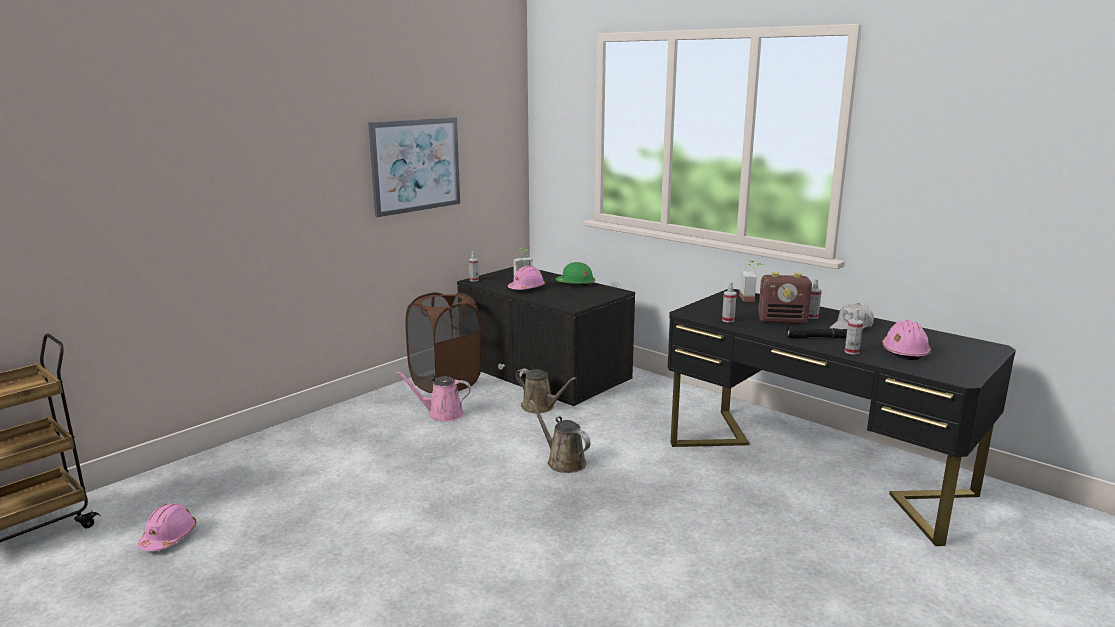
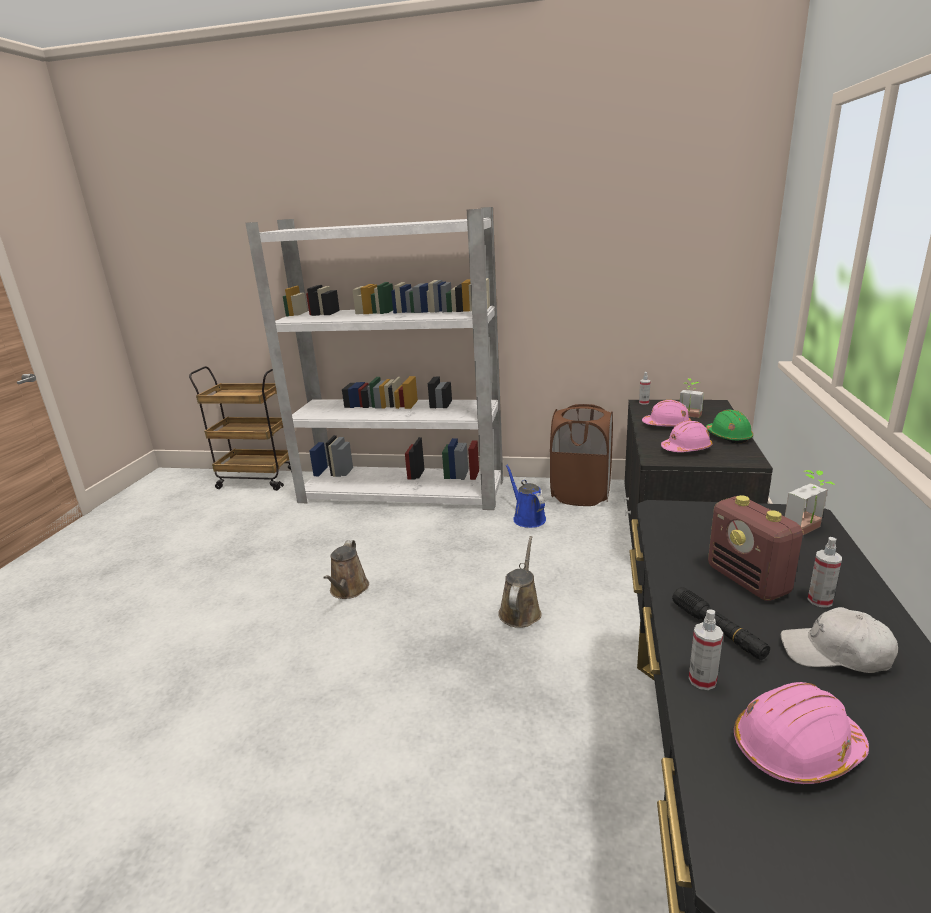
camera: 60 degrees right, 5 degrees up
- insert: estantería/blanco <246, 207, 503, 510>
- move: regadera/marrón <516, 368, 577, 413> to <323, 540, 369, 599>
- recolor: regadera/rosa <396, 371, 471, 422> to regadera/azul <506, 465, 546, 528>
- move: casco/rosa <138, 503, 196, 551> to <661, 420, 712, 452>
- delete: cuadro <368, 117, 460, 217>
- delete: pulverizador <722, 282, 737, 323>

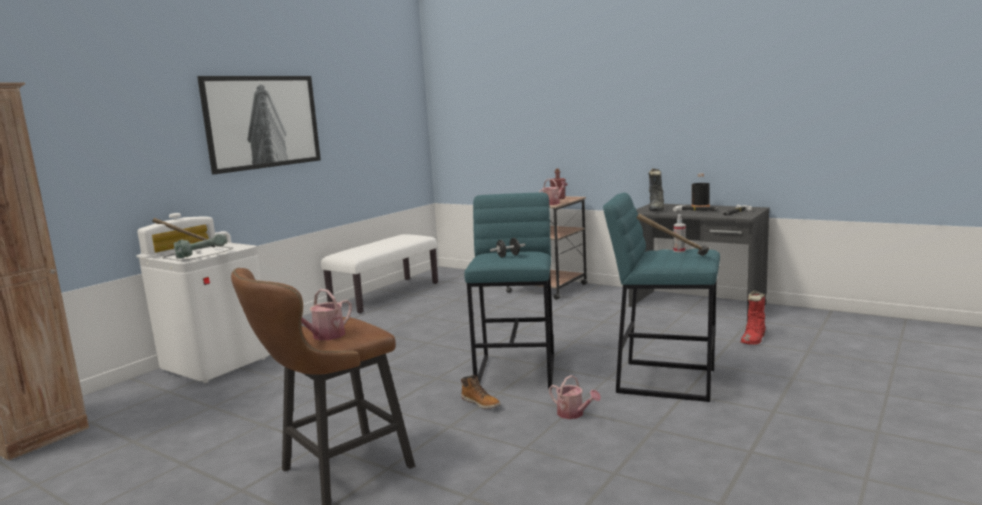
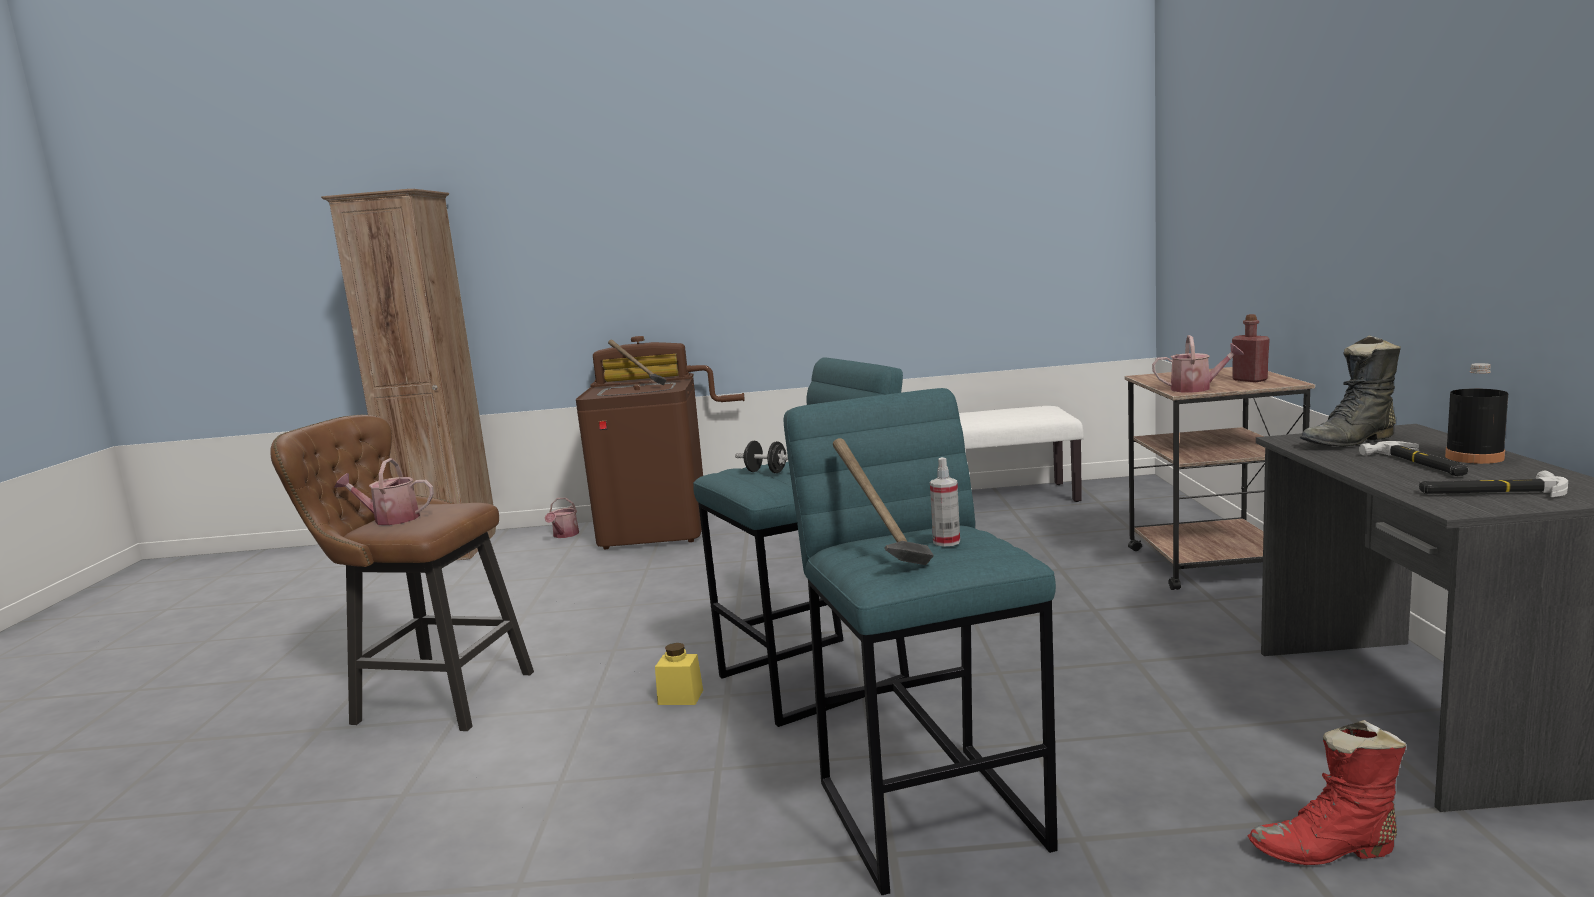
camera: 55 degrees right, 0 degrees up
- move: regadera <549, 375, 601, 419> to <544, 498, 579, 538>
- recolor: lavadora/blanco <136, 213, 270, 383> to lavadora/marrón <576, 336, 745, 549>
- replace: bota <461, 375, 501, 409> to tarro/amarillo <655, 643, 703, 705>
- delete: taladro <174, 234, 228, 259>
- delete: cuadro <197, 76, 321, 174>

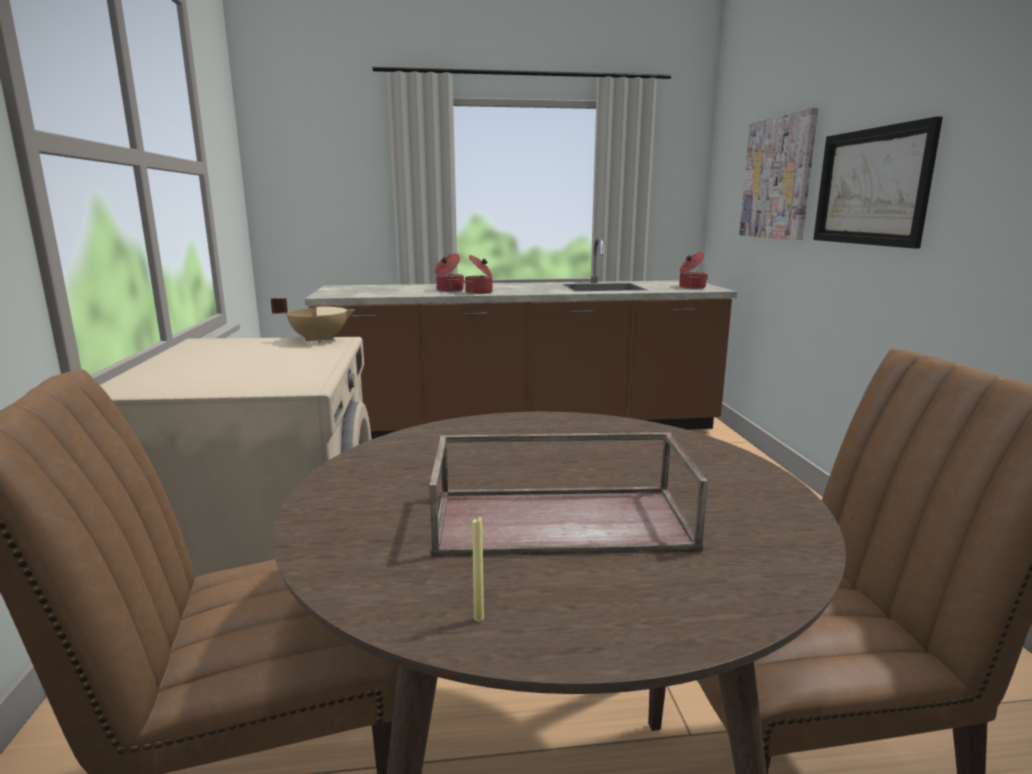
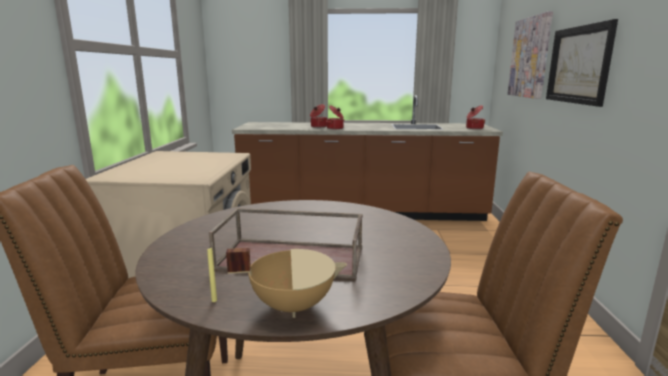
camera: 10 degrees right, 0 degrees up
- move: olla/beis <271, 298, 355, 343> to <226, 248, 347, 318>

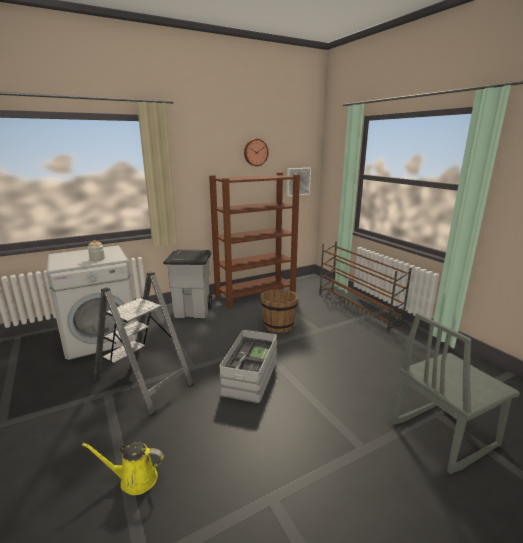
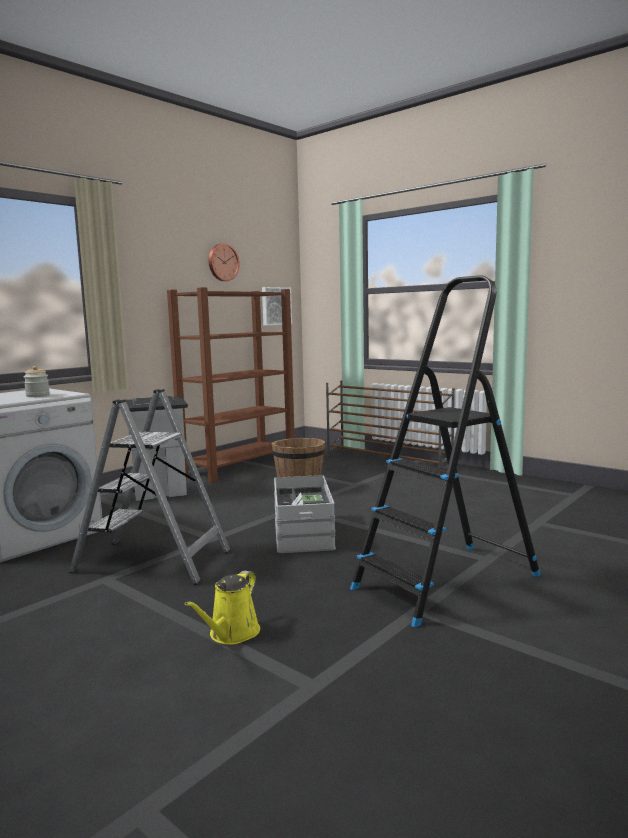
camera: 20 degrees left, 10 degrees down
- rotate: regadera/amarillo <82, 442, 164, 495> = <185, 571, 260, 645> 45 degrees counterclockwise
- insert: escalera de tijera/negro <350, 275, 541, 627>
- delete: silla/gris <391, 313, 520, 474>

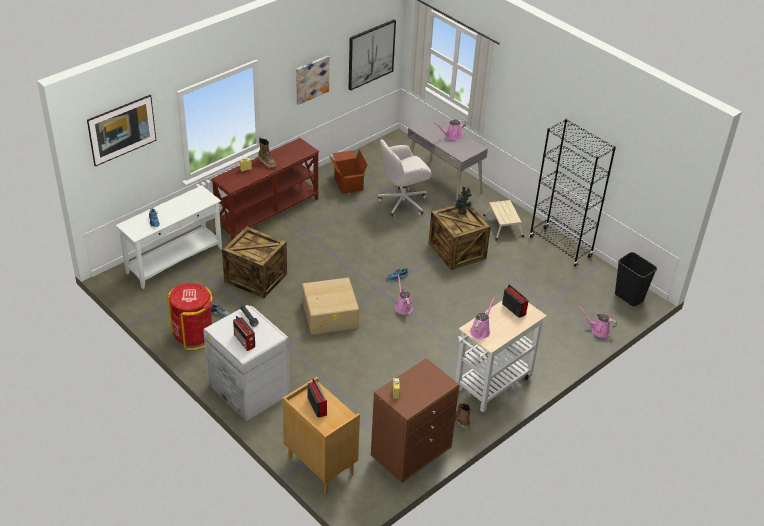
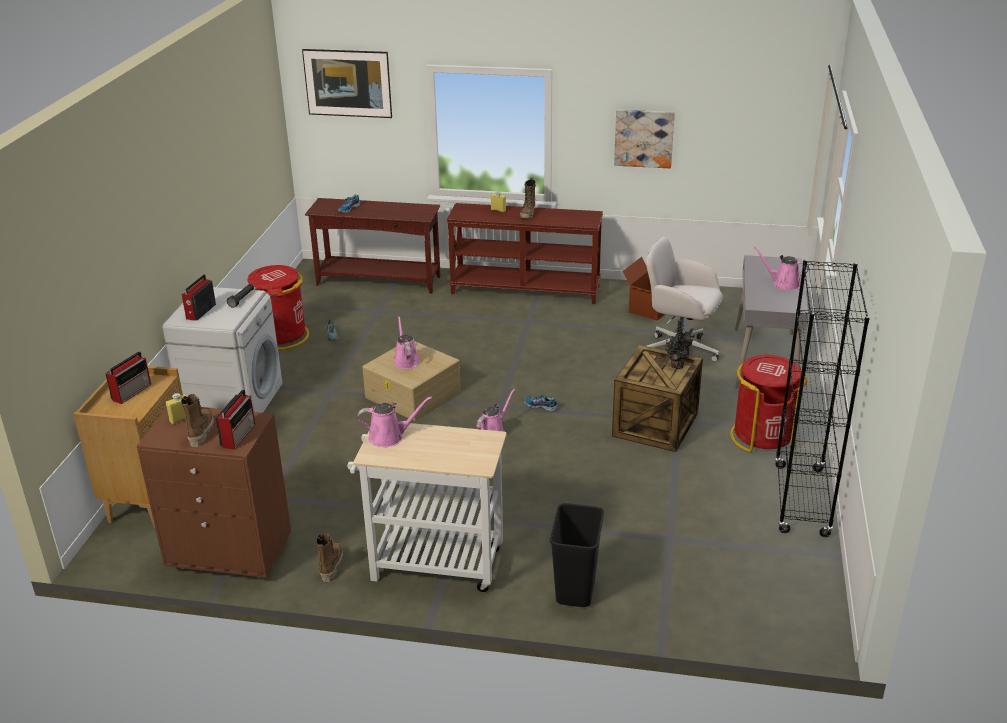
camera: 55 degrees right, 10 degrees down
- insert: bota <181, 394, 214, 447>
- move: radio <502, 284, 529, 318> to <215, 389, 255, 450>
- recolor: mesa consola/blanco <116, 185, 222, 289> to mesa consola/marrón <305, 198, 441, 294>
- move: regadera/rosa <579, 307, 617, 338> to <394, 316, 420, 369>
- move: papelera/negro <615, 252, 657, 306> to <550, 503, 604, 607>
- replace: escalera de tijera/beis <483, 200, 524, 241> to papelera/rojo <730, 355, 807, 453>
- delete: caja de embalaje <222, 226, 287, 298>
- delete: cuadro <349, 19, 396, 91>

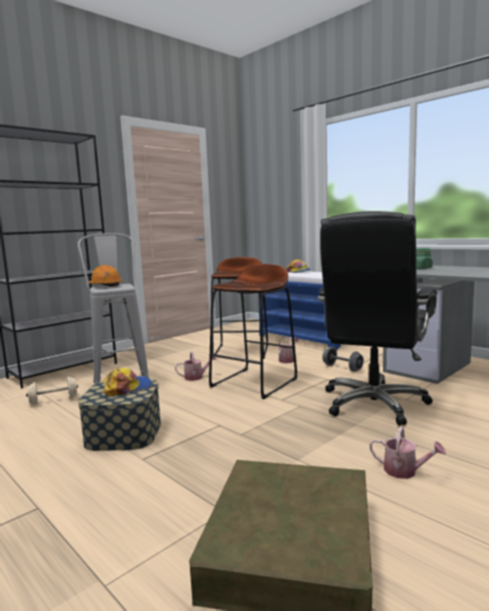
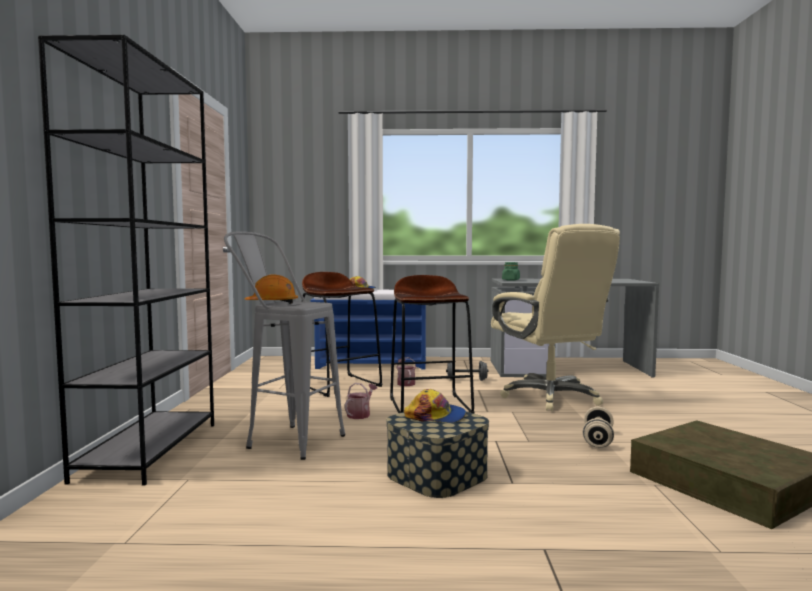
camera: 45 degrees left, 5 degrees down
- rotate: gorra <103, 368, 152, 396> = <404, 389, 466, 423> 90 degrees clockwise
- recolor: silla de oficina/negro <318, 211, 437, 426> to silla de oficina/beis <491, 224, 620, 411>
- move: mancuerna/beis <26, 377, 78, 405> to <583, 407, 614, 448>
- delete: regadera <370, 426, 446, 479>

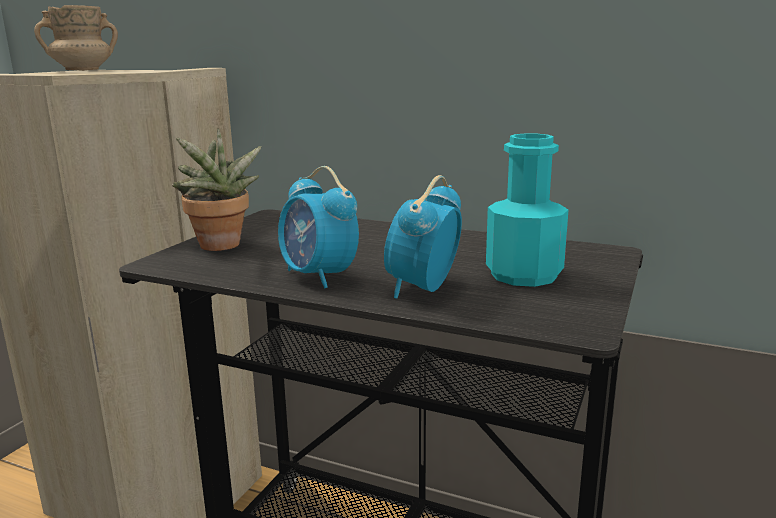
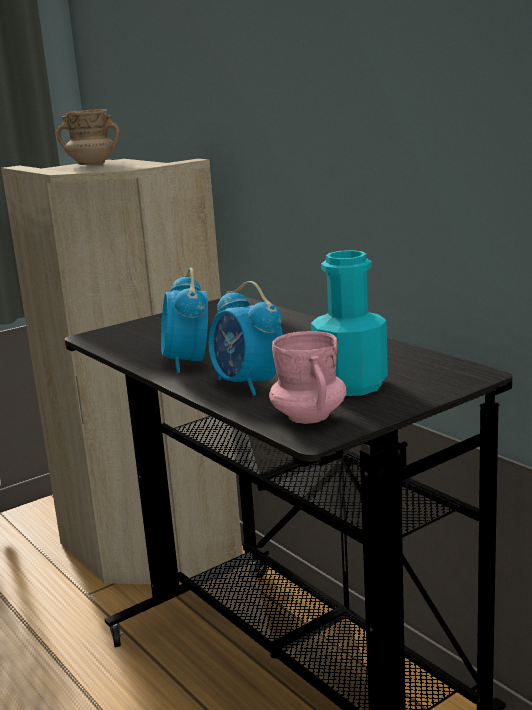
camera: 30 degrees right, 0 degrees up
- rotate: despertador <384, 175, 462, 298> = <208, 281, 283, 396> 90 degrees counterclockwise
- insert: taza grande/rosa <269, 331, 346, 424>
- delete: planta en maceta <172, 128, 262, 251>

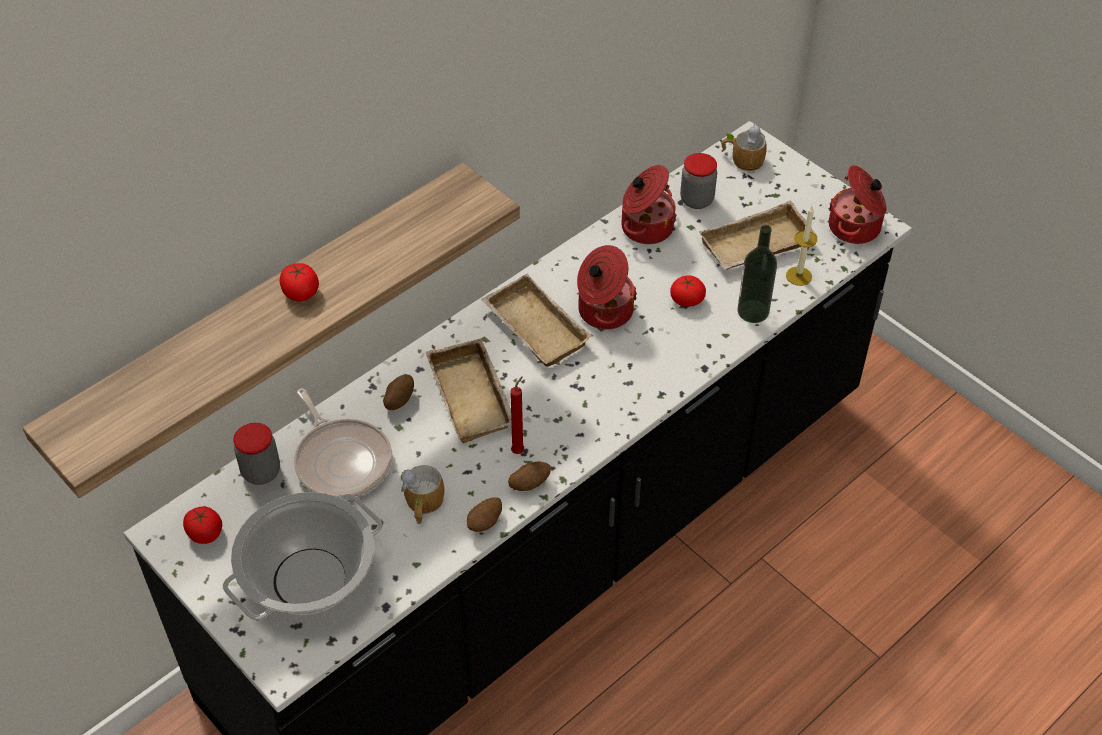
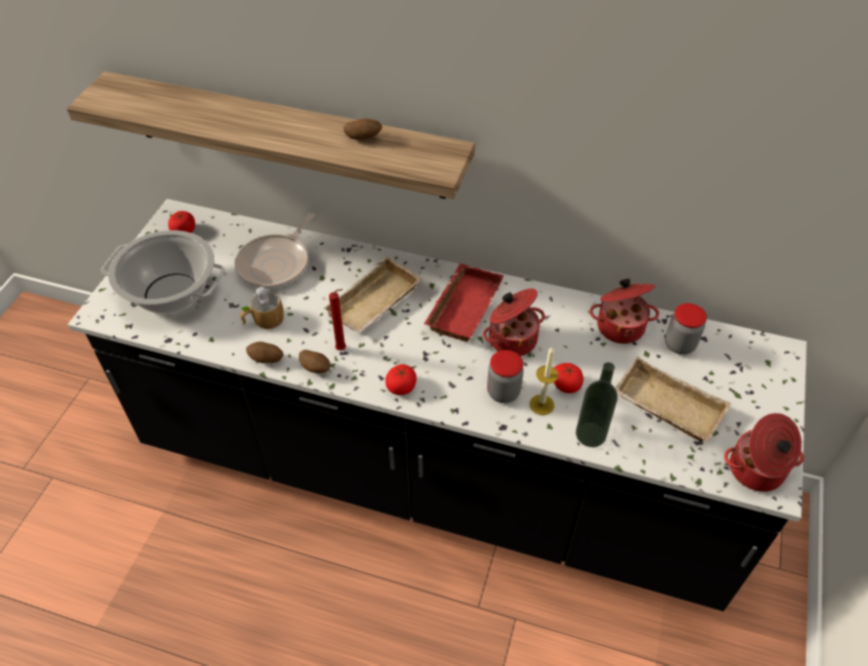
camera: 60 degrees right, 0 degrees up
- move: patata <383, 375, 414, 410> to <343, 119, 382, 140>
- move: tomate <280, 263, 319, 301> to <385, 364, 417, 395>
- recolor: bandeja/beis <481, 274, 592, 367> to bandeja/rojo <424, 263, 504, 342>
- move: tarro <233, 423, 280, 485> to <487, 350, 524, 403>
- move: vela <786, 206, 817, 286> to <530, 347, 558, 415>
- delete: taza grande <721, 124, 767, 171>

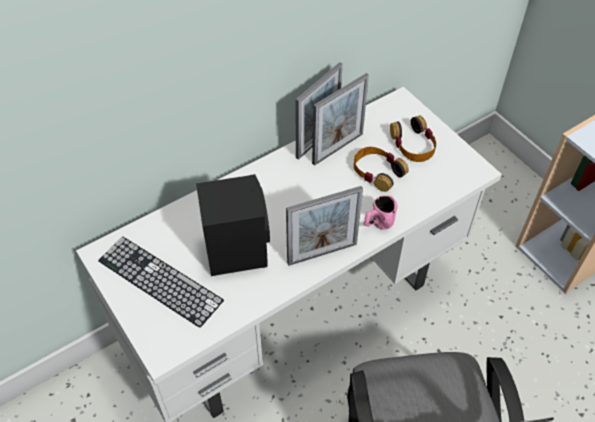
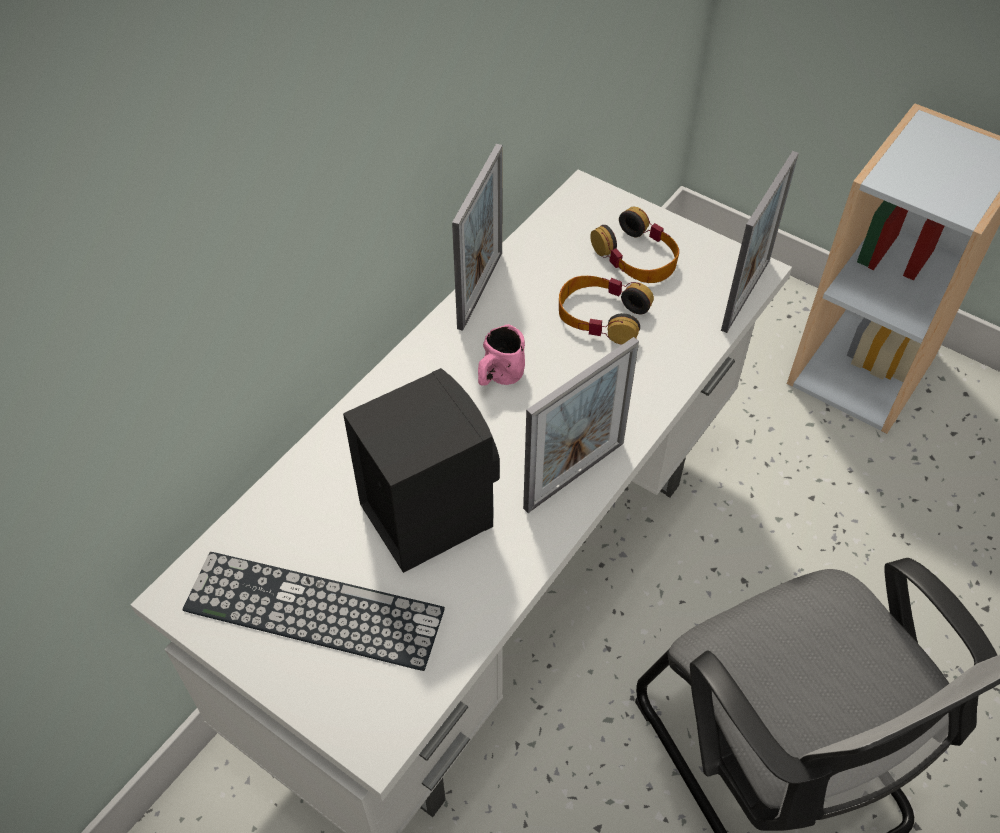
camera: 20 degrees left, 0 degrees up
- move: taza grande/rosa <364, 195, 397, 230> to <478, 324, 525, 386>
- move: portarretratos <312, 73, 369, 166> to <721, 151, 799, 333>

